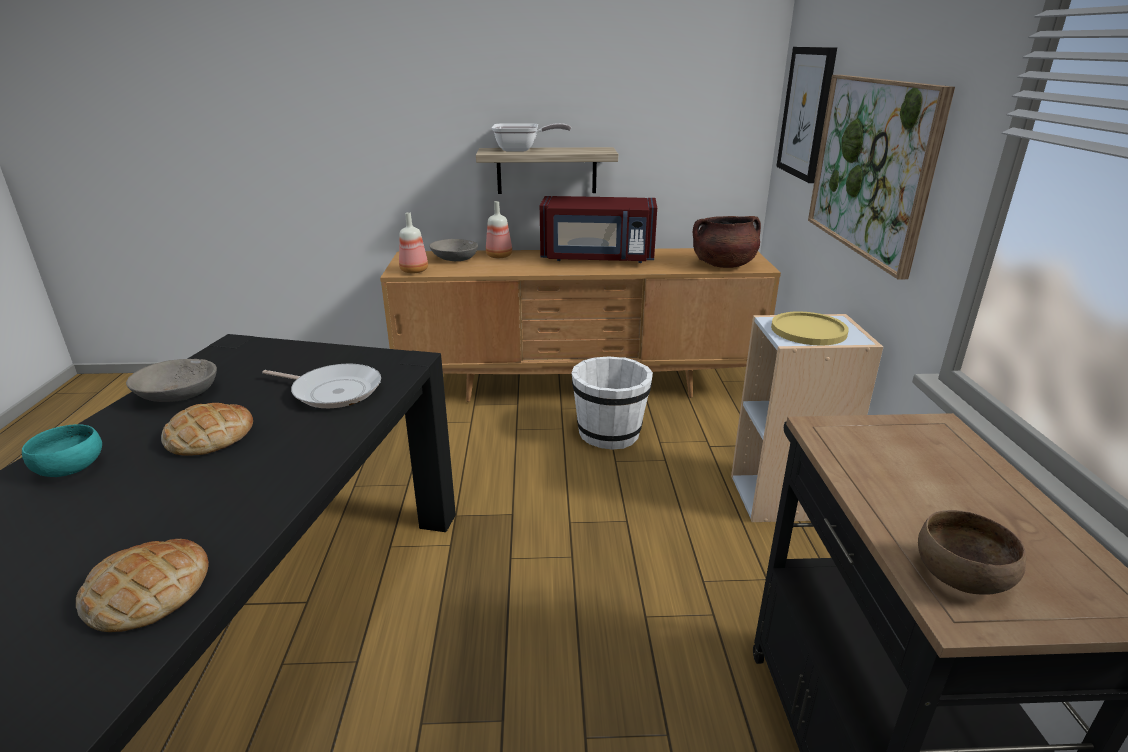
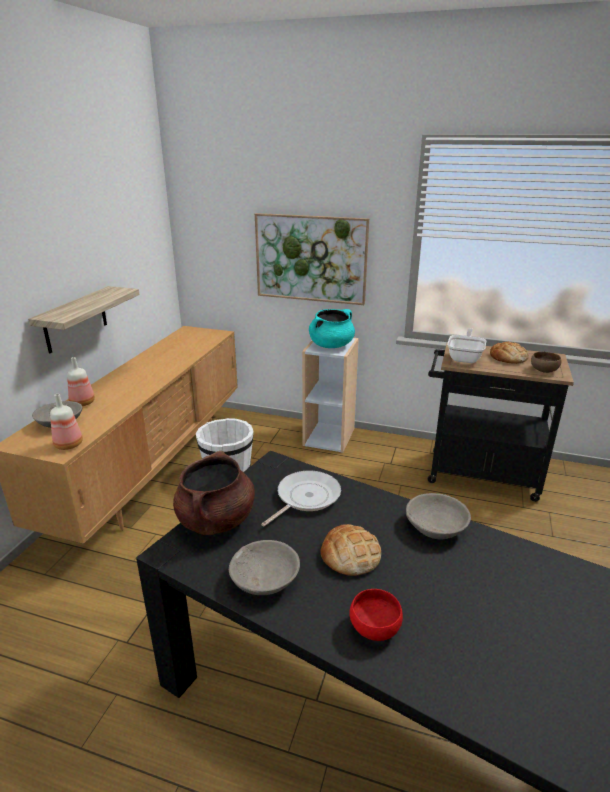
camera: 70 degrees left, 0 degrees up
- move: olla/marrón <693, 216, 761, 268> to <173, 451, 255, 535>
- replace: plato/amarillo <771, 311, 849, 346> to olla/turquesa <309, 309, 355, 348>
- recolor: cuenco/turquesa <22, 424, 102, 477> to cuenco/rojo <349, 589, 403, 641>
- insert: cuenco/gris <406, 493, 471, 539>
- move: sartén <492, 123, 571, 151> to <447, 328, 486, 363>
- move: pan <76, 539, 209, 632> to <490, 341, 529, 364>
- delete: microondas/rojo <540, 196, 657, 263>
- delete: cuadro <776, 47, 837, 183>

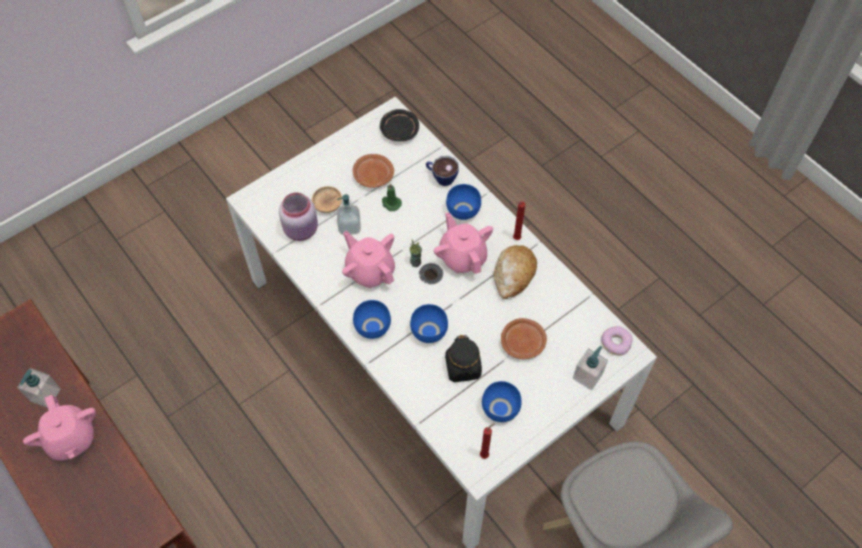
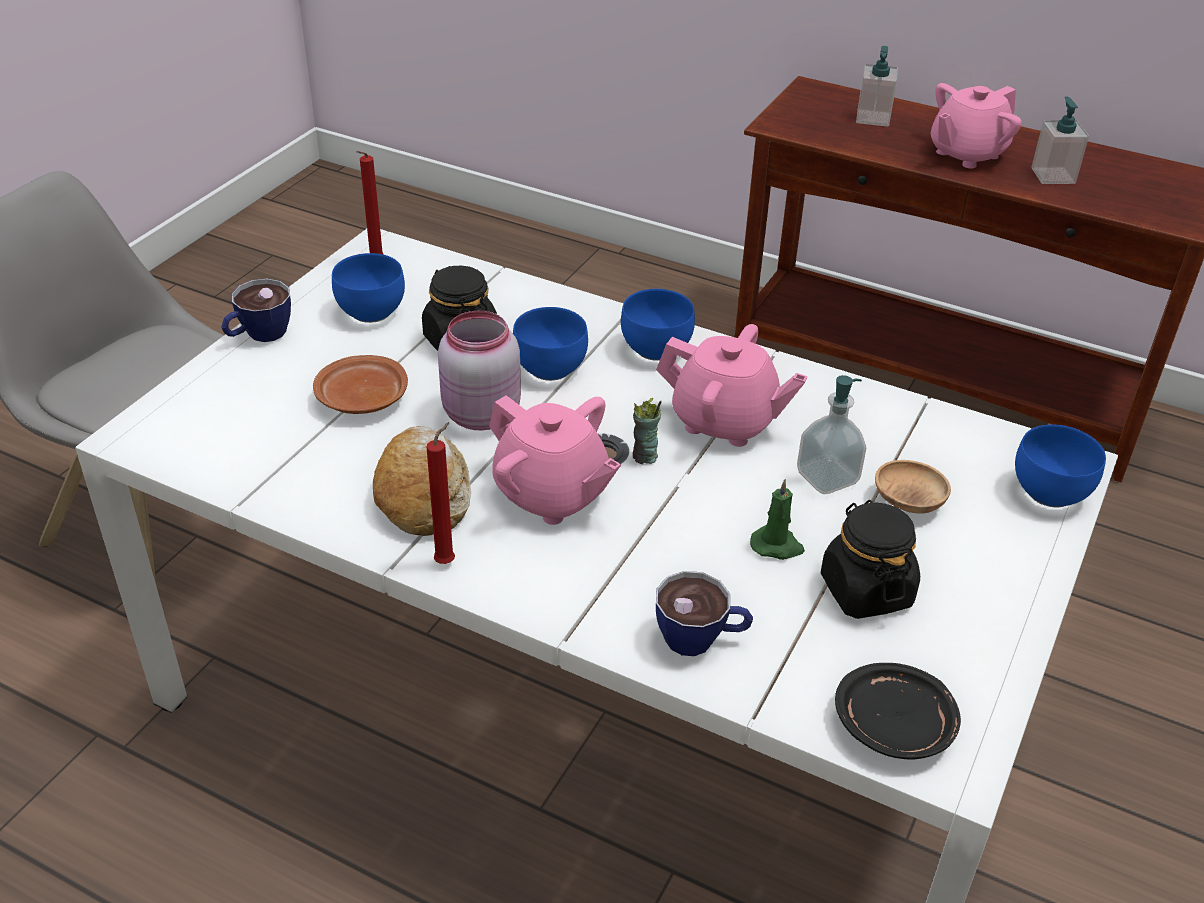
camera: 155 degrees right, 20 degrees down
- insert: taza <221, 279, 291, 342>
- move: tarro/rosa <279, 193, 318, 241> to <438, 311, 521, 430>
- replace: plato/marrón <353, 154, 394, 188> to tarro/negro <821, 500, 920, 619>
- move: dispensador de jabón <573, 346, 608, 391> to <856, 46, 898, 127>
- rotate: tetera/rosa <23, 395, 96, 461> = <931, 83, 1022, 169> 75 degrees counterclockwise
- move: cuenco/azul <446, 184, 481, 220> to <1015, 424, 1106, 507>
- delete: rosquilla <601, 326, 633, 356>

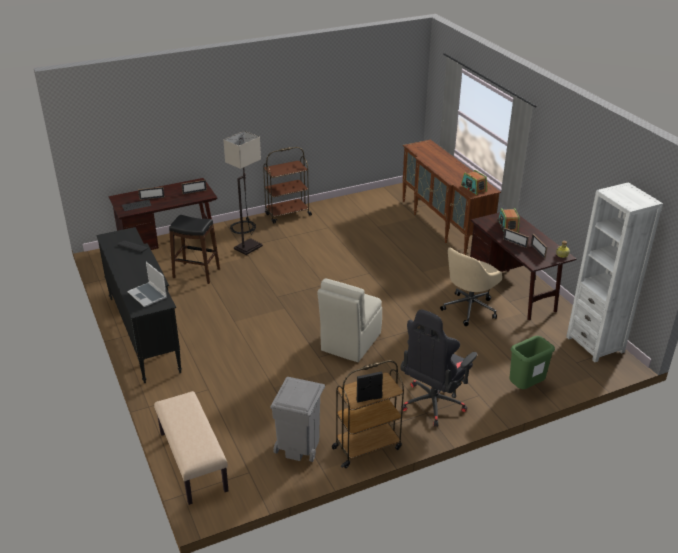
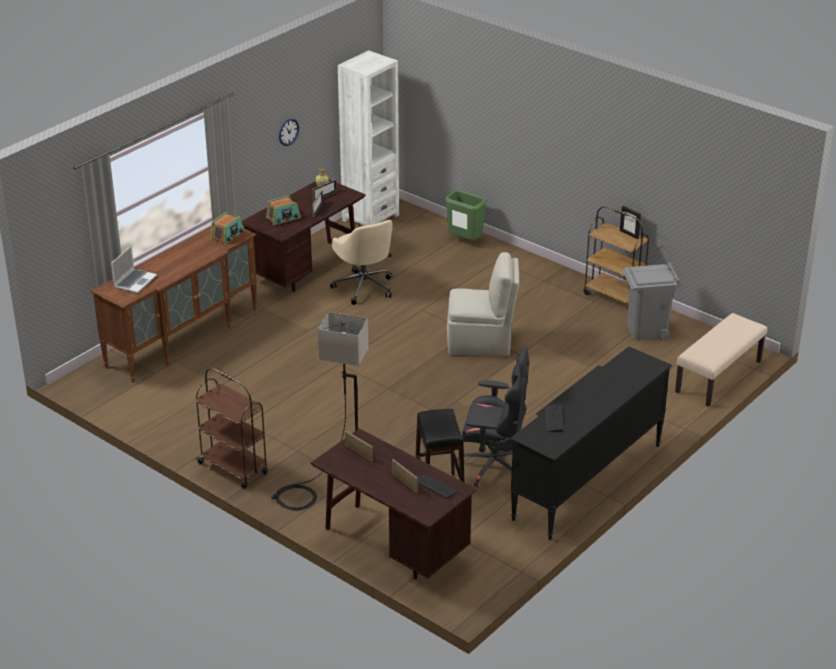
camera: 115 degrees left, 0 degrees up
- move: portátil <127, 262, 167, 307> to <111, 246, 157, 293>
- insert: reloj de pared <279, 118, 299, 146>
- rotate: silla de oficina/beis <440, 247, 502, 326> = <330, 220, 392, 305> 45 degrees clockwise
- move: silla de oficina/negro <400, 310, 477, 426> to <457, 346, 529, 488>

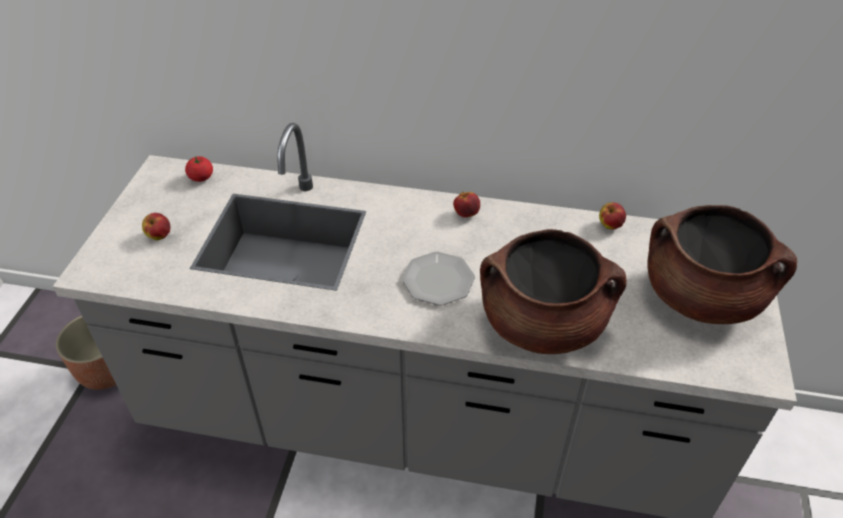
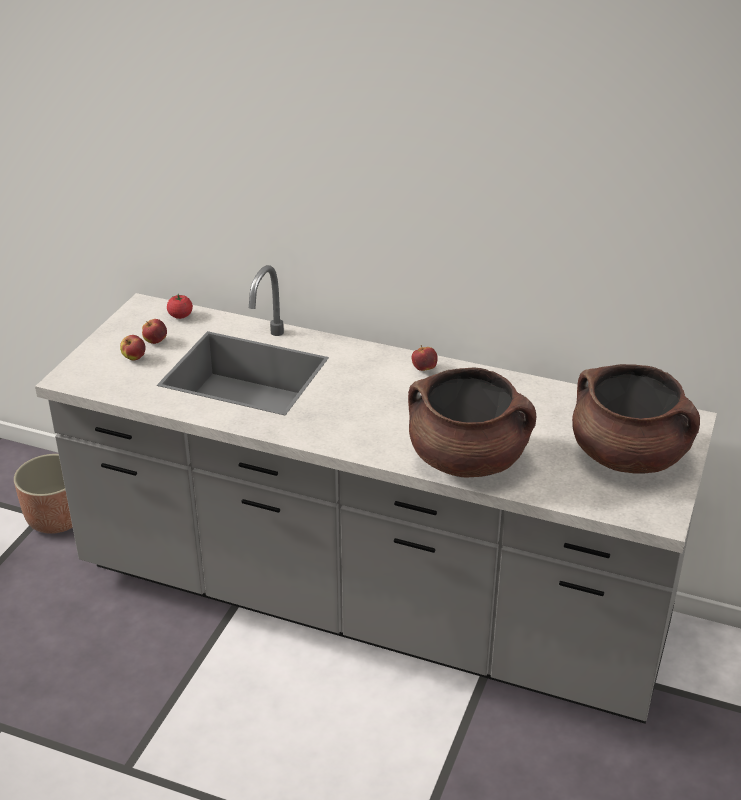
camera: 10 degrees right, 10 degrees down
- move: manzana <599, 202, 626, 230> to <142, 319, 167, 344>
- delete: plato <402, 252, 475, 306>

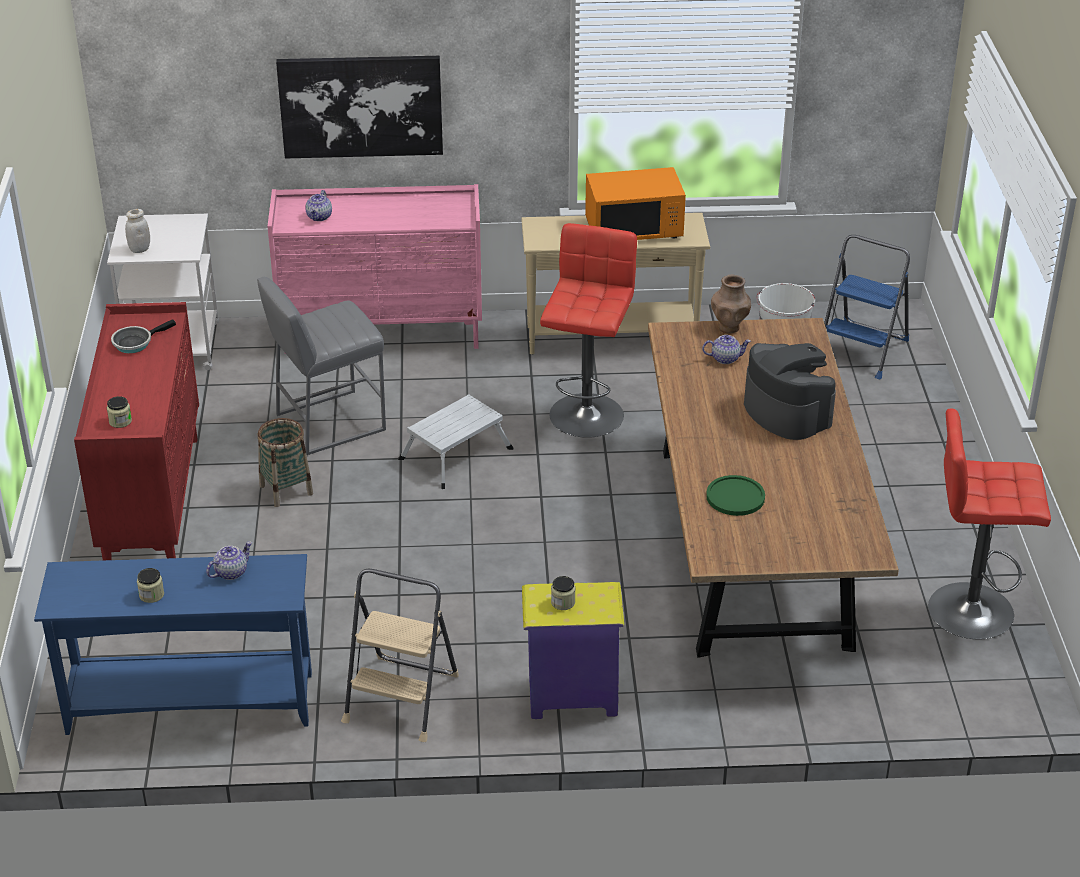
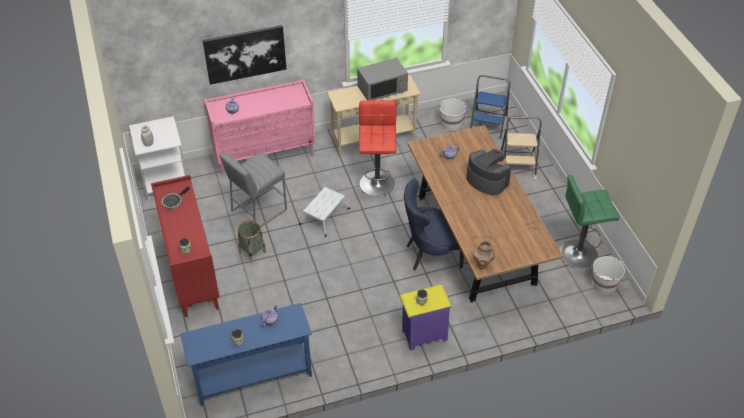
camera: 15 degrees left, 10 degrees up
- recolor: microondas/naranja <585, 167, 686, 240> to microondas/gris <357, 57, 408, 100>
- insert: silla/azul <404, 178, 464, 270>
- move: florero/marrón <711, 275, 751, 333> to <473, 241, 495, 269>
- move: escalera de tijera/beis <341, 569, 459, 742> to <501, 117, 542, 179>
- recolor: taburete/rojo <928, 409, 1051, 639> to taburete/verde <560, 175, 620, 268>
- insert: cubo/blanco <591, 256, 625, 294>
- delete: plato/verde <706, 475, 765, 516>

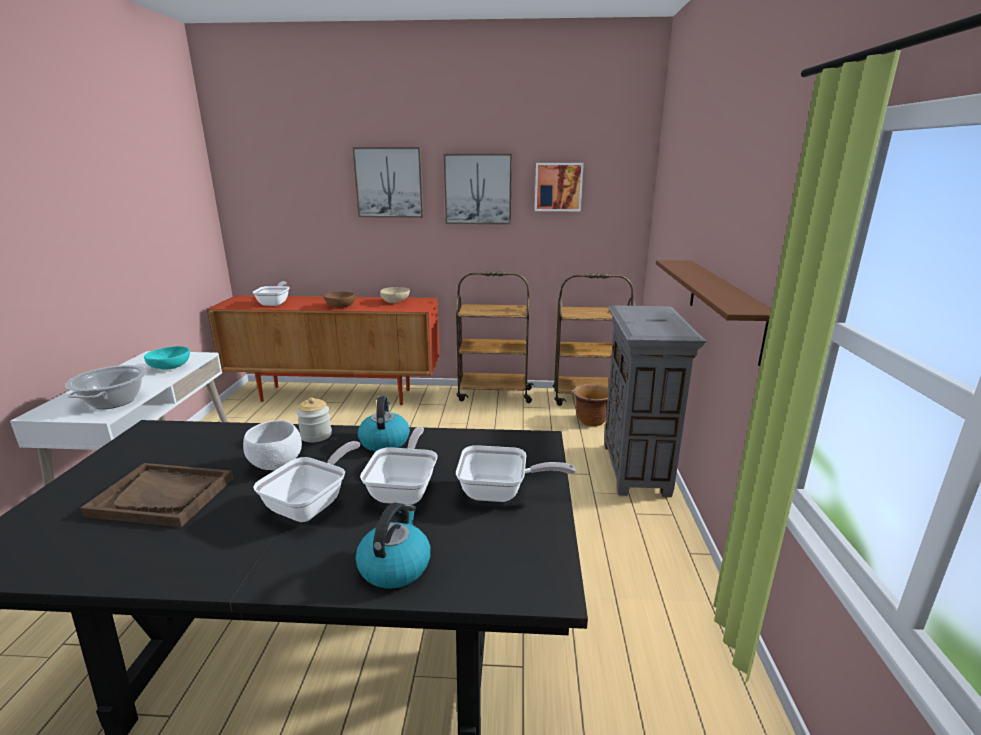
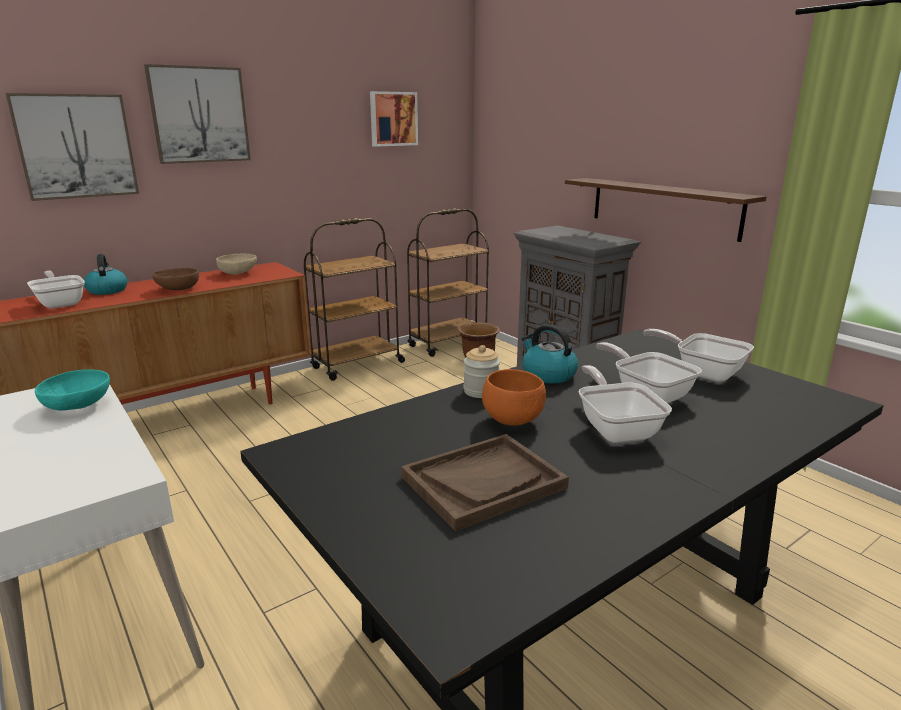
camera: 40 degrees left, 0 degrees up
- move: cuadro <444, 154, 512, 224> to <6, 93, 139, 201>
- move: hervidor <356, 503, 431, 589> to <84, 254, 127, 295>
- recolor: cuenco/blanco <243, 420, 302, 470> to cuenco/naranja <482, 369, 546, 426>
- rotate: sartén <456, 445, 576, 502> = <643, 329, 754, 382> 105 degrees counterclockwise
- delete: olla <65, 365, 147, 409>

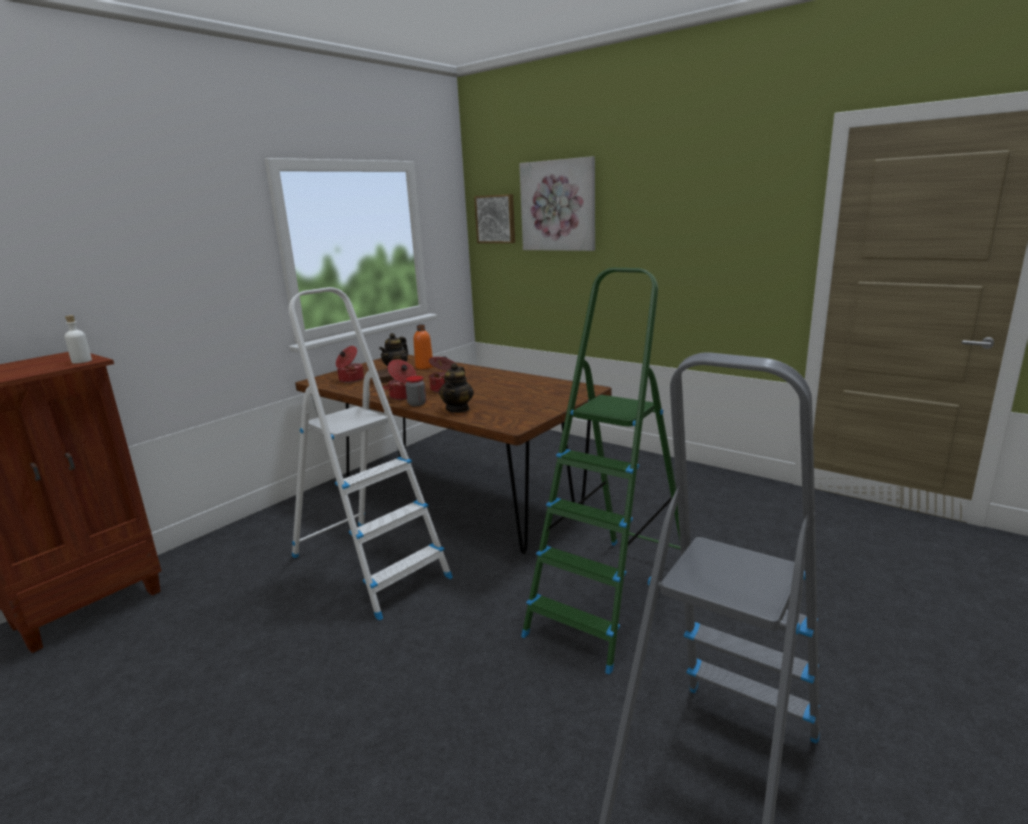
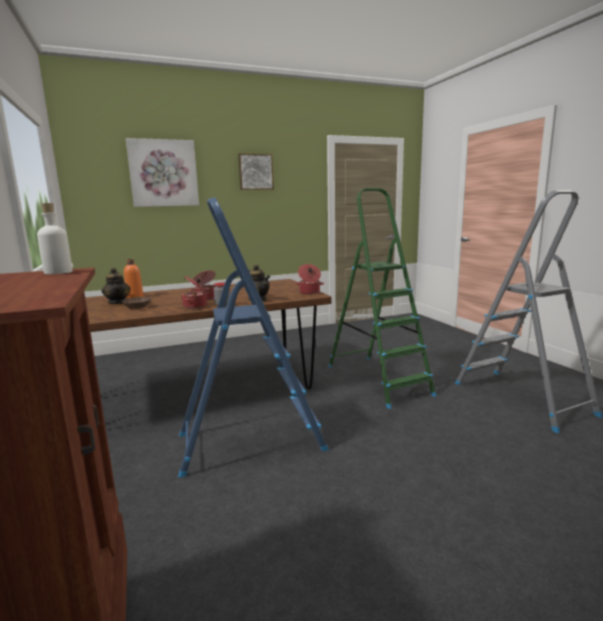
camera: 60 degrees left, 5 degrees down
- recolor: escalera de tijera/blanco <289, 287, 453, 620> to escalera de tijera/azul <178, 197, 328, 478>
- move: cuadro <474, 194, 515, 243> to <238, 153, 274, 190>
- move: olla <336, 346, 364, 383> to <295, 264, 324, 295>

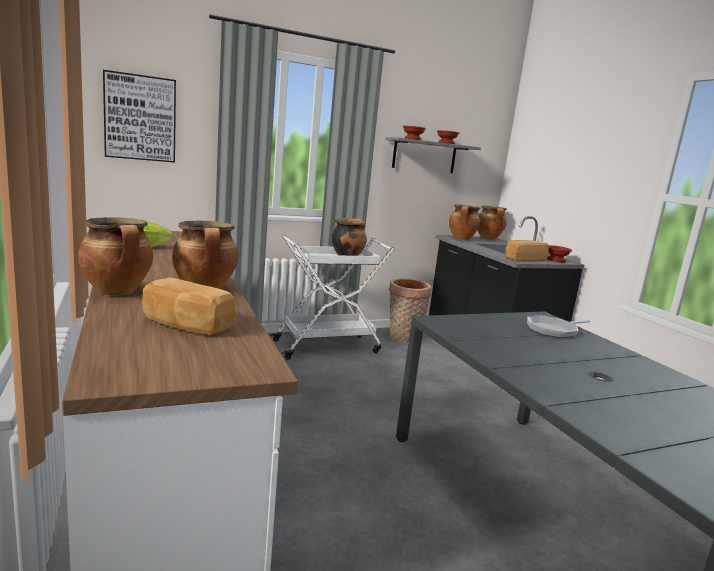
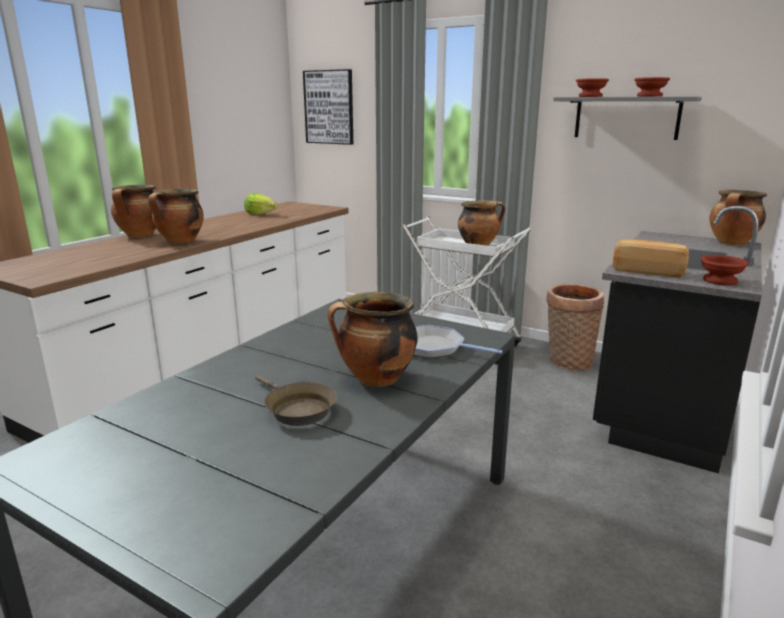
camera: 55 degrees right, 5 degrees up
- insert: sartén/marrón <255, 375, 337, 426>
- move: olla <449, 204, 481, 240> to <327, 292, 418, 387>
- delete: pan <142, 277, 235, 335>

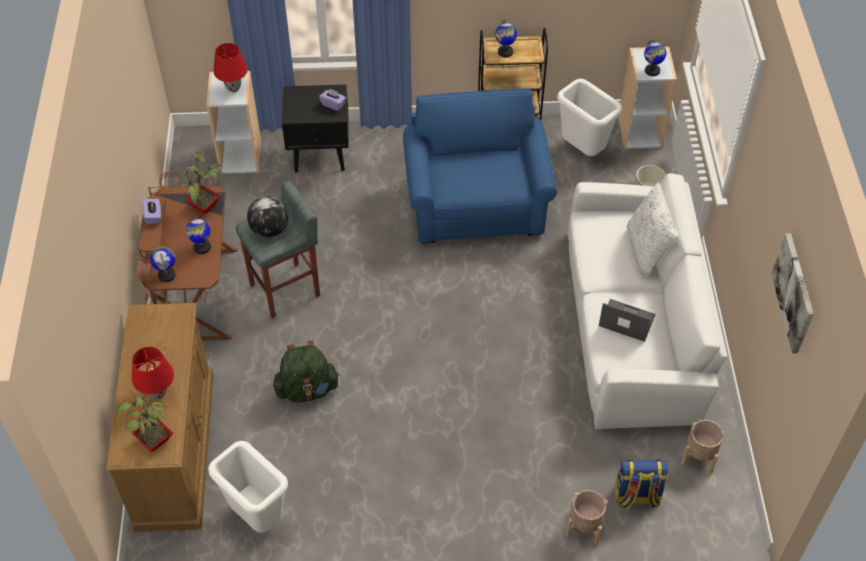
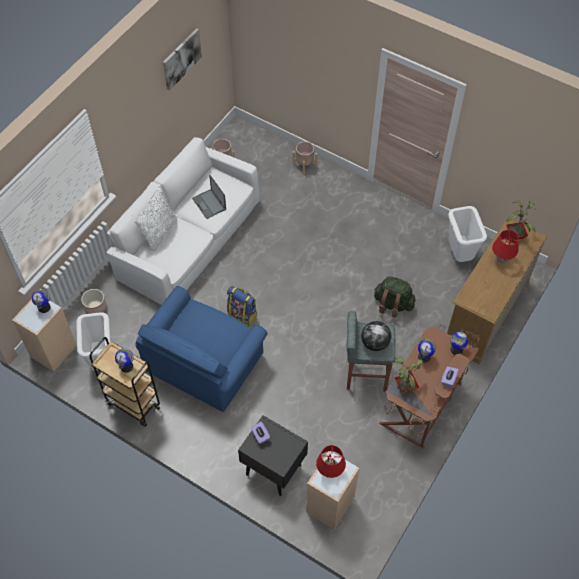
camera: 145 degrees left, 5 degrees up
- move: mochila <615, 460, 668, 509> to <227, 286, 257, 327>

